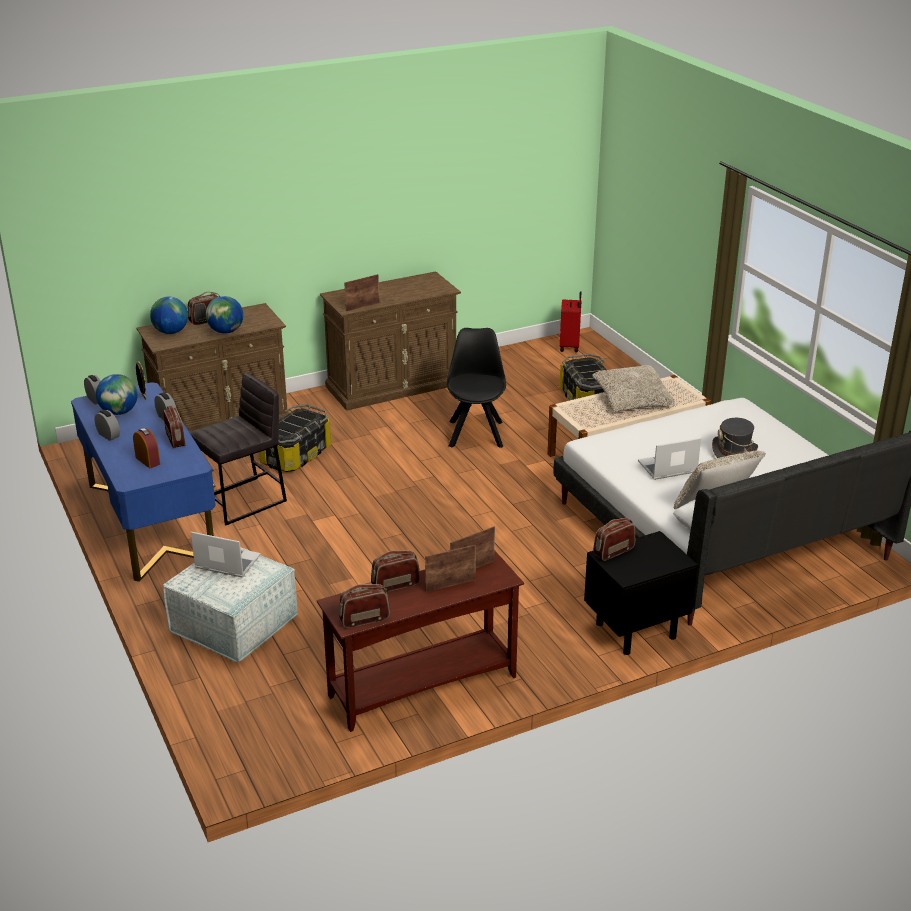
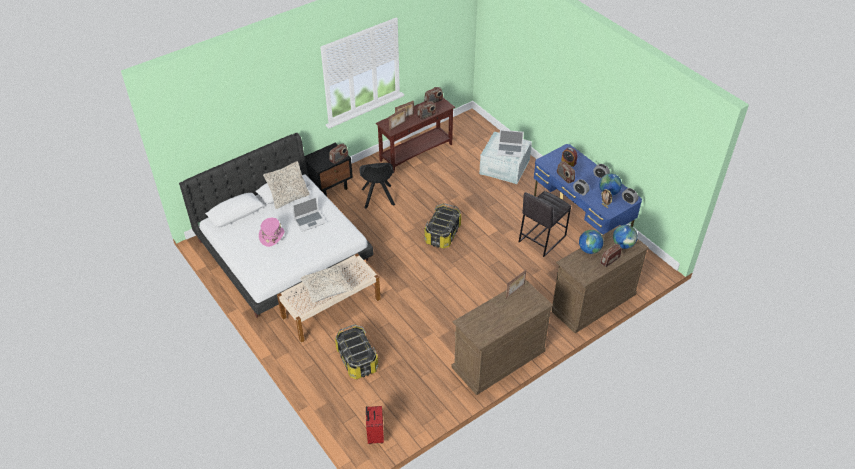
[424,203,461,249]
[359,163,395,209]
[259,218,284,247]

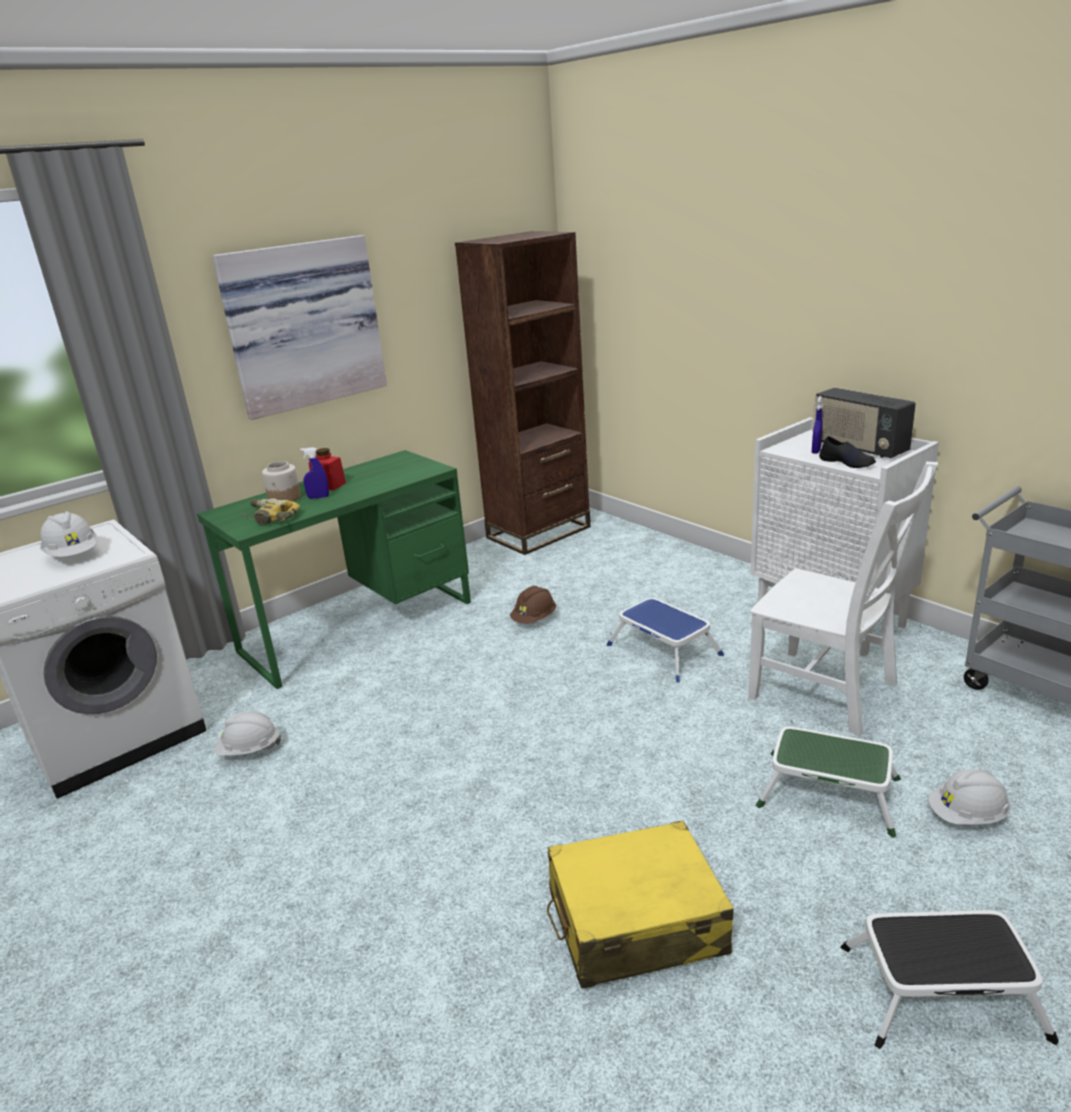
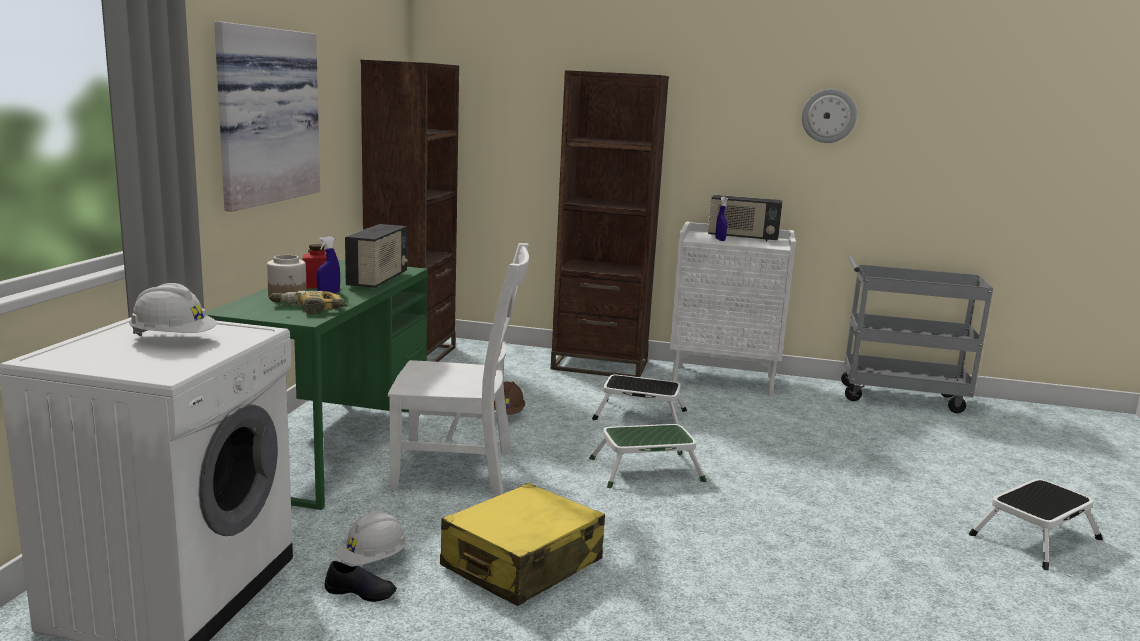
[440,483,605,606]
[592,375,687,424]
[388,243,529,495]
[589,424,706,488]
[324,561,397,602]
[929,769,1011,825] (first image)
[345,224,408,288]
[551,70,669,377]
[802,89,857,143]

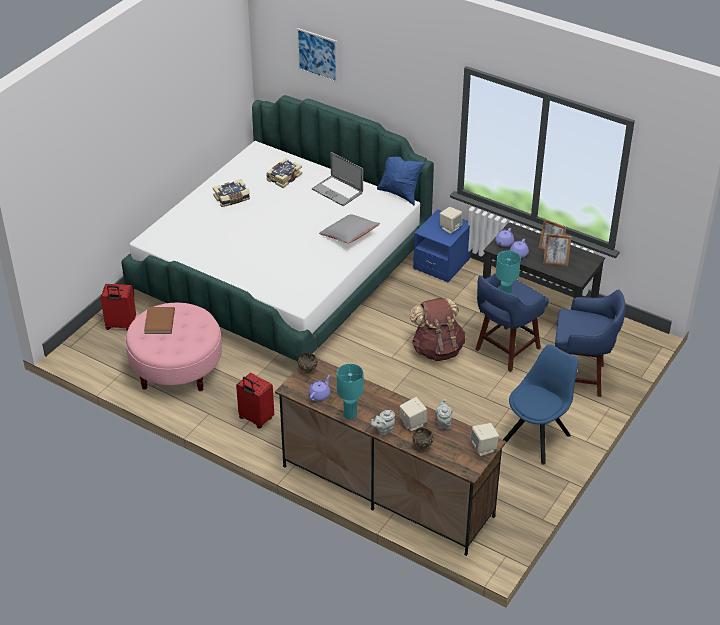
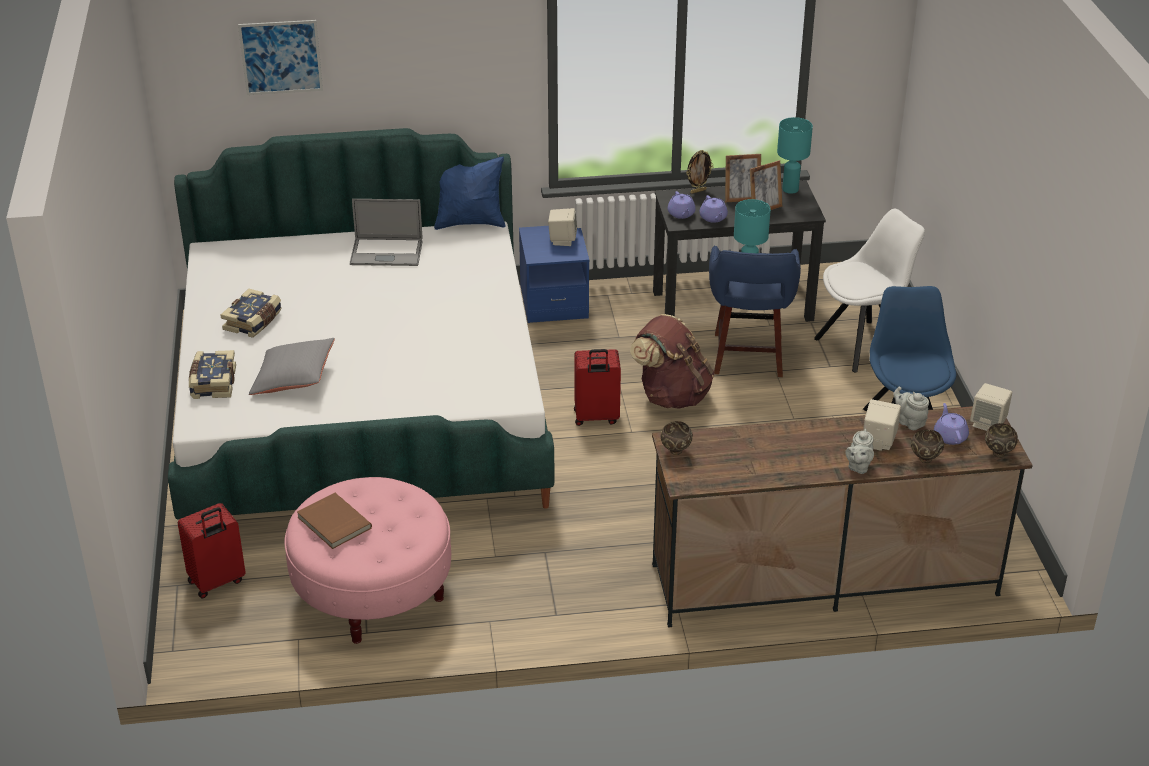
[574,349,621,426]
[189,350,236,399]
[934,403,969,445]
[249,338,335,395]
[777,117,813,194]
[814,209,925,372]
[686,150,713,194]
[985,423,1018,458]

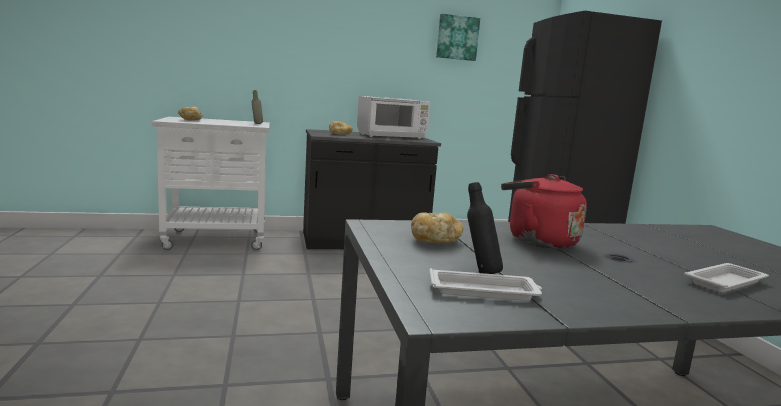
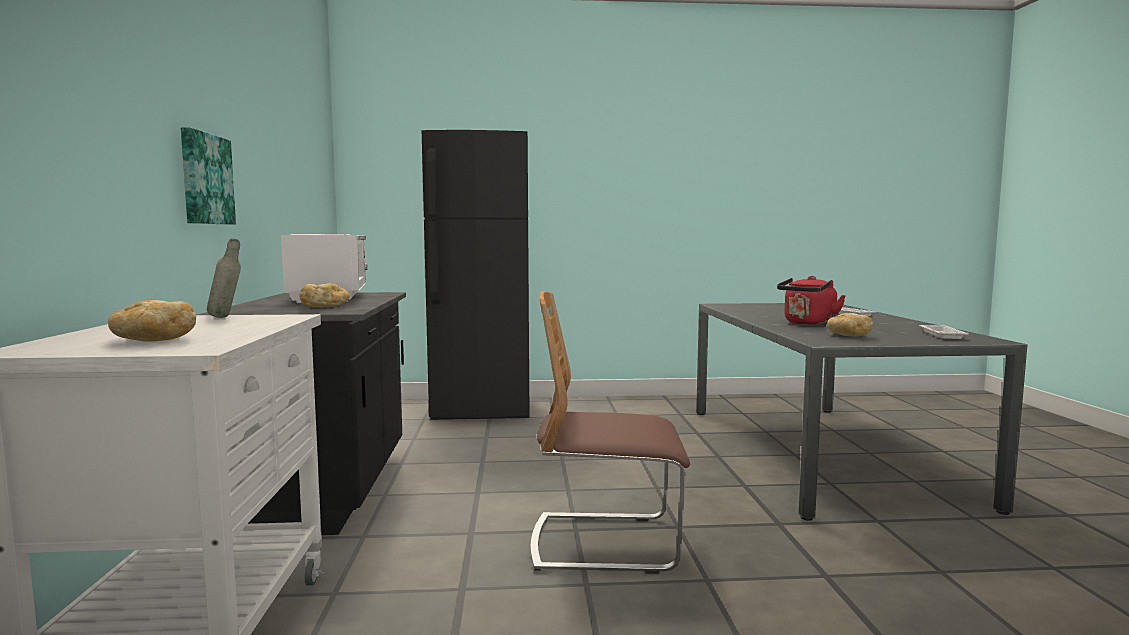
[181,127,236,225]
[467,182,503,274] (first image)
[530,291,690,574]

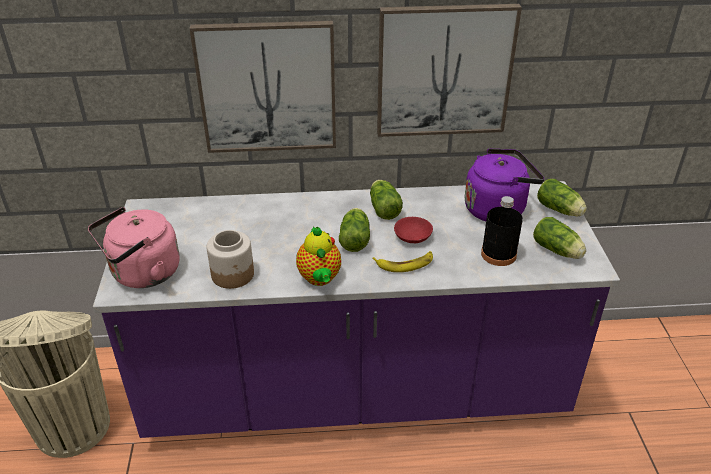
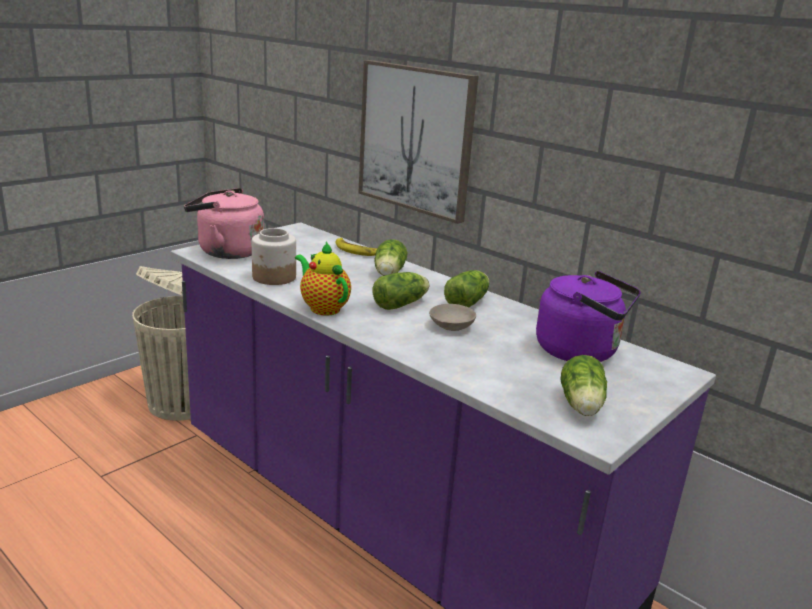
[295,242,351,316]
[335,238,377,256]
[377,4,522,137] (first image)
[429,304,476,331]
[481,196,523,266] (first image)
[374,239,408,276]

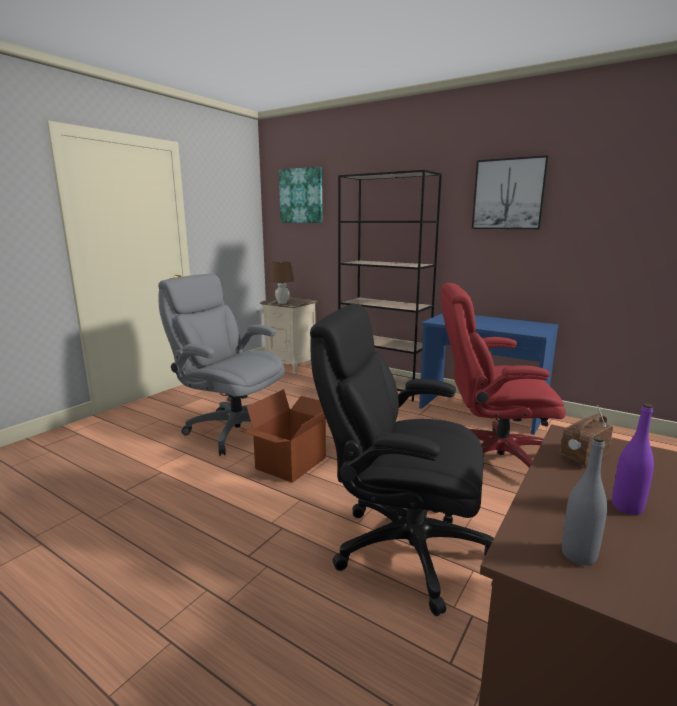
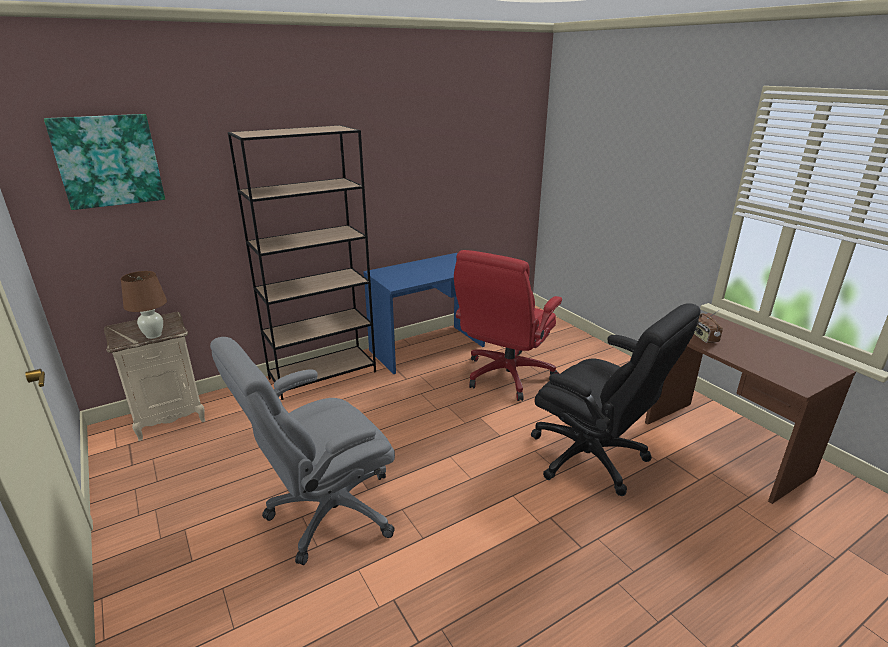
[239,389,326,483] (first image)
[531,303,701,496]
[472,155,549,229] (first image)
[562,436,607,565] (first image)
[612,404,654,515] (first image)

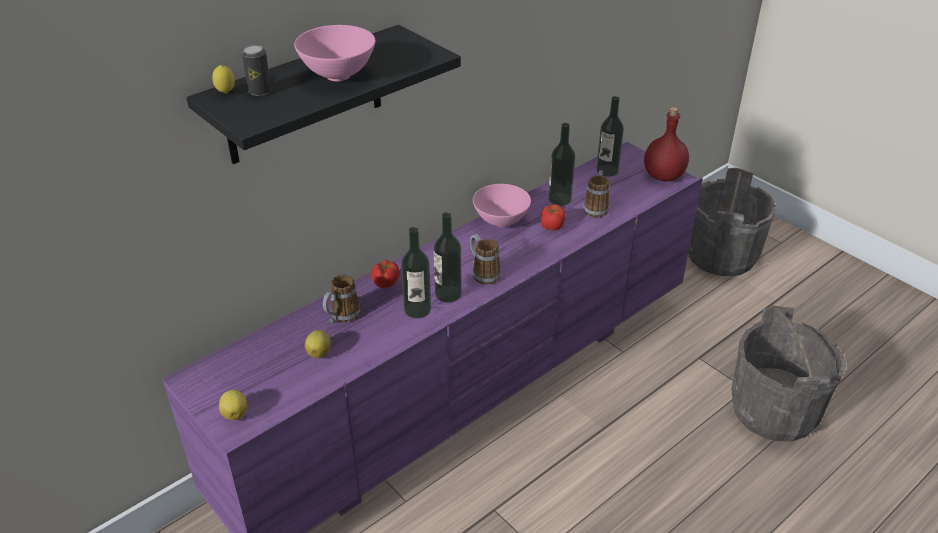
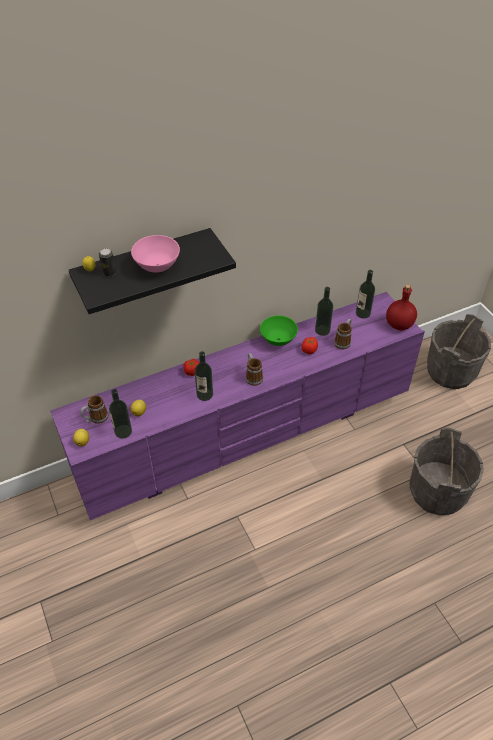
[80,395,109,424]
[109,389,132,439]
[260,315,298,346]

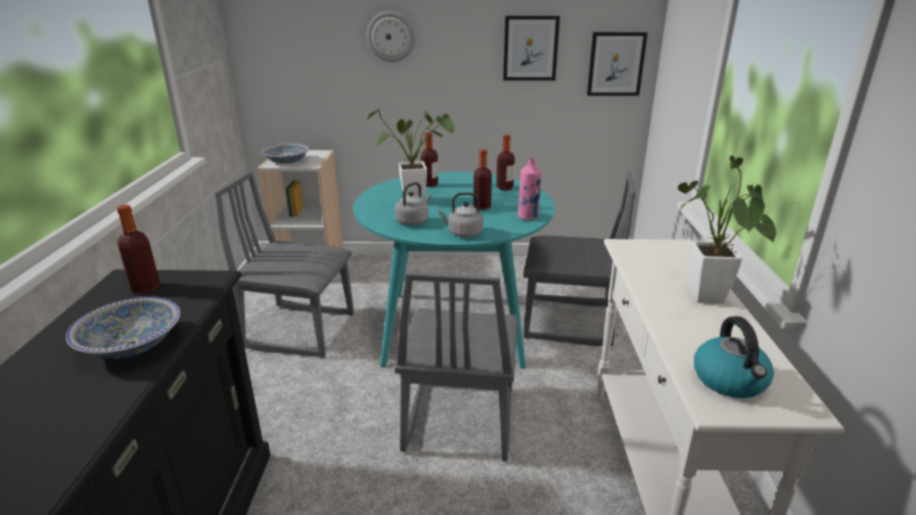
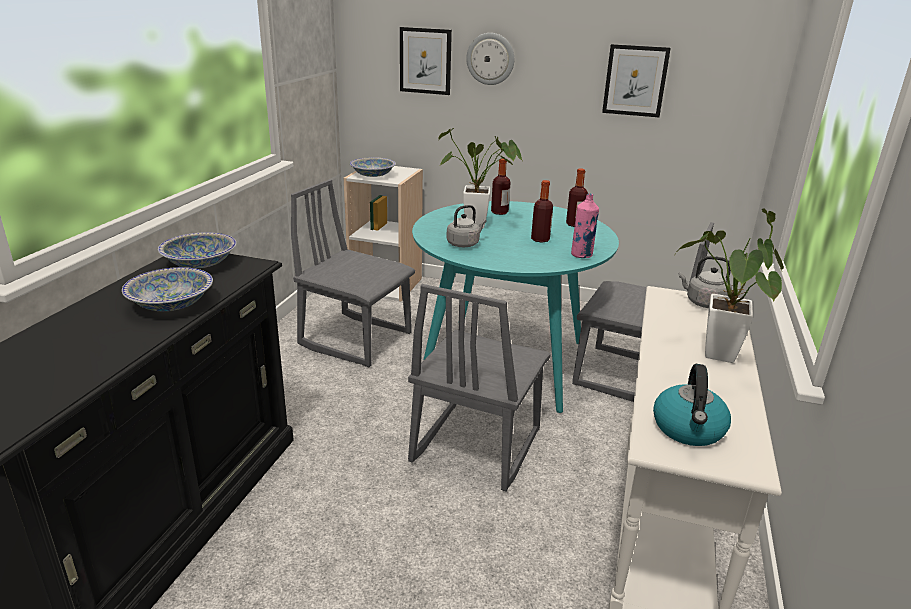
[158,232,237,268]
[678,256,732,308]
[400,27,452,95]

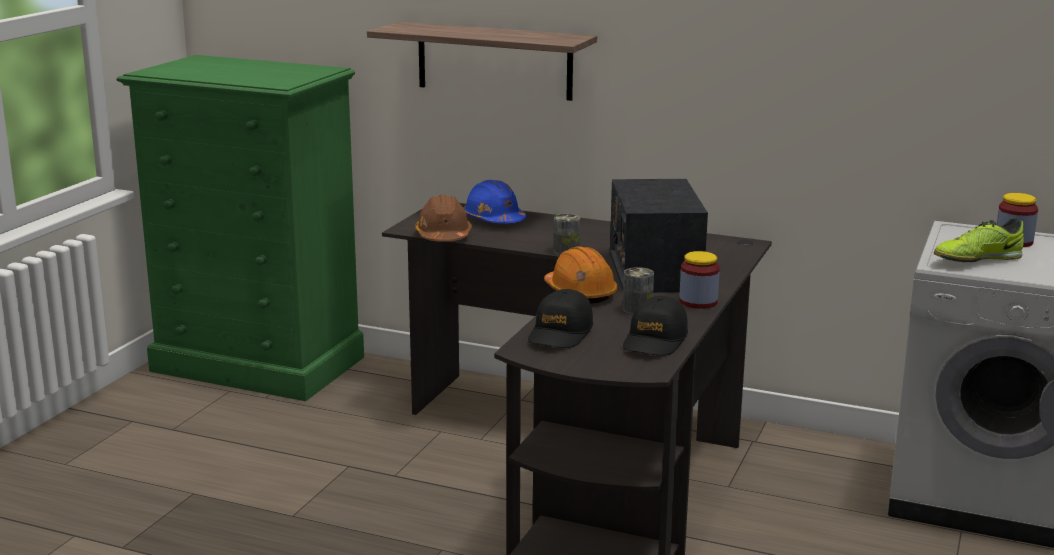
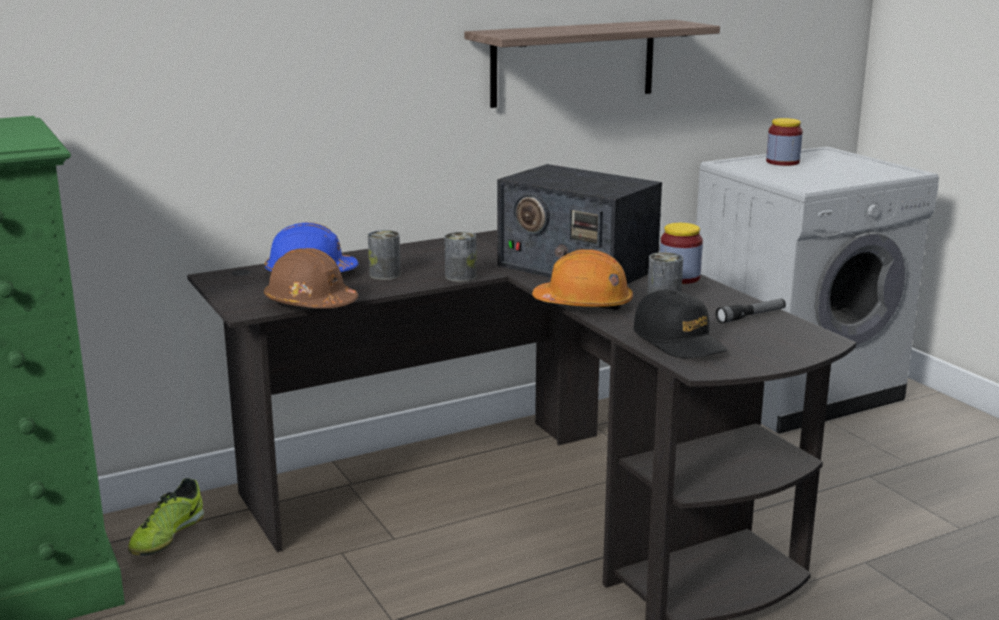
[464,20,720,108]
[715,299,786,324]
[128,478,204,555]
[368,230,401,280]

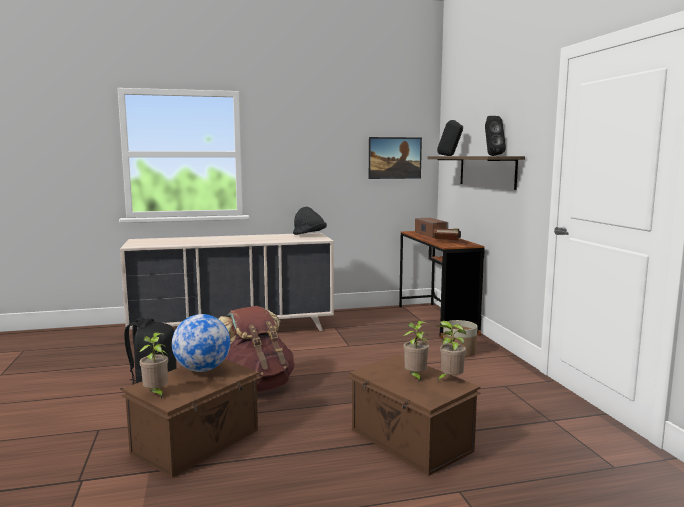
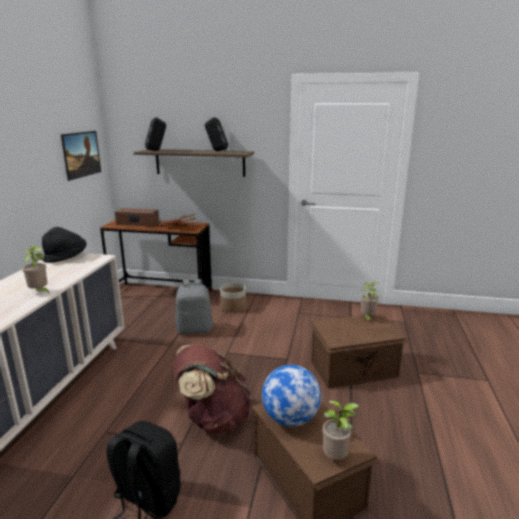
[22,246,49,293]
[175,279,213,334]

